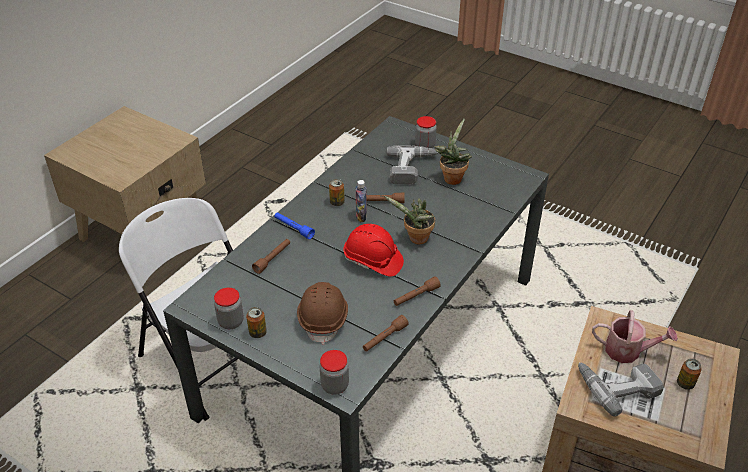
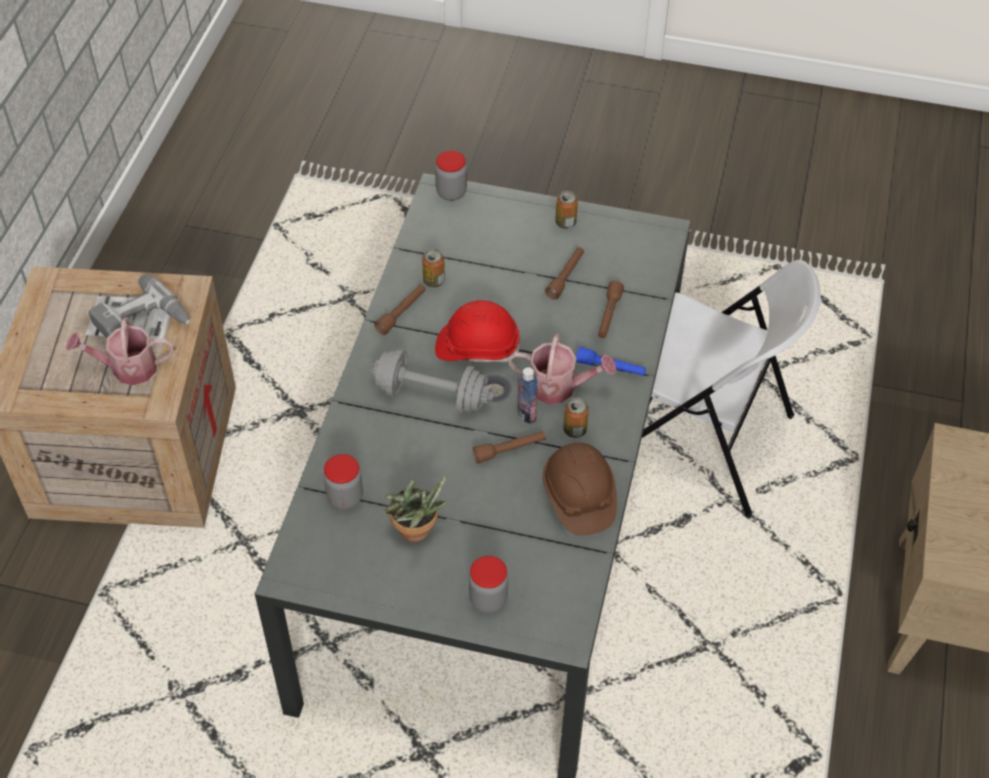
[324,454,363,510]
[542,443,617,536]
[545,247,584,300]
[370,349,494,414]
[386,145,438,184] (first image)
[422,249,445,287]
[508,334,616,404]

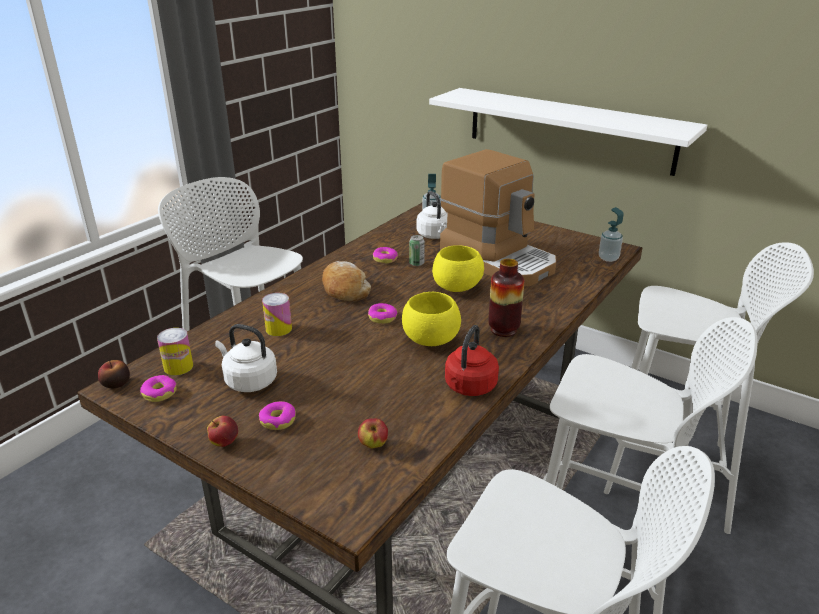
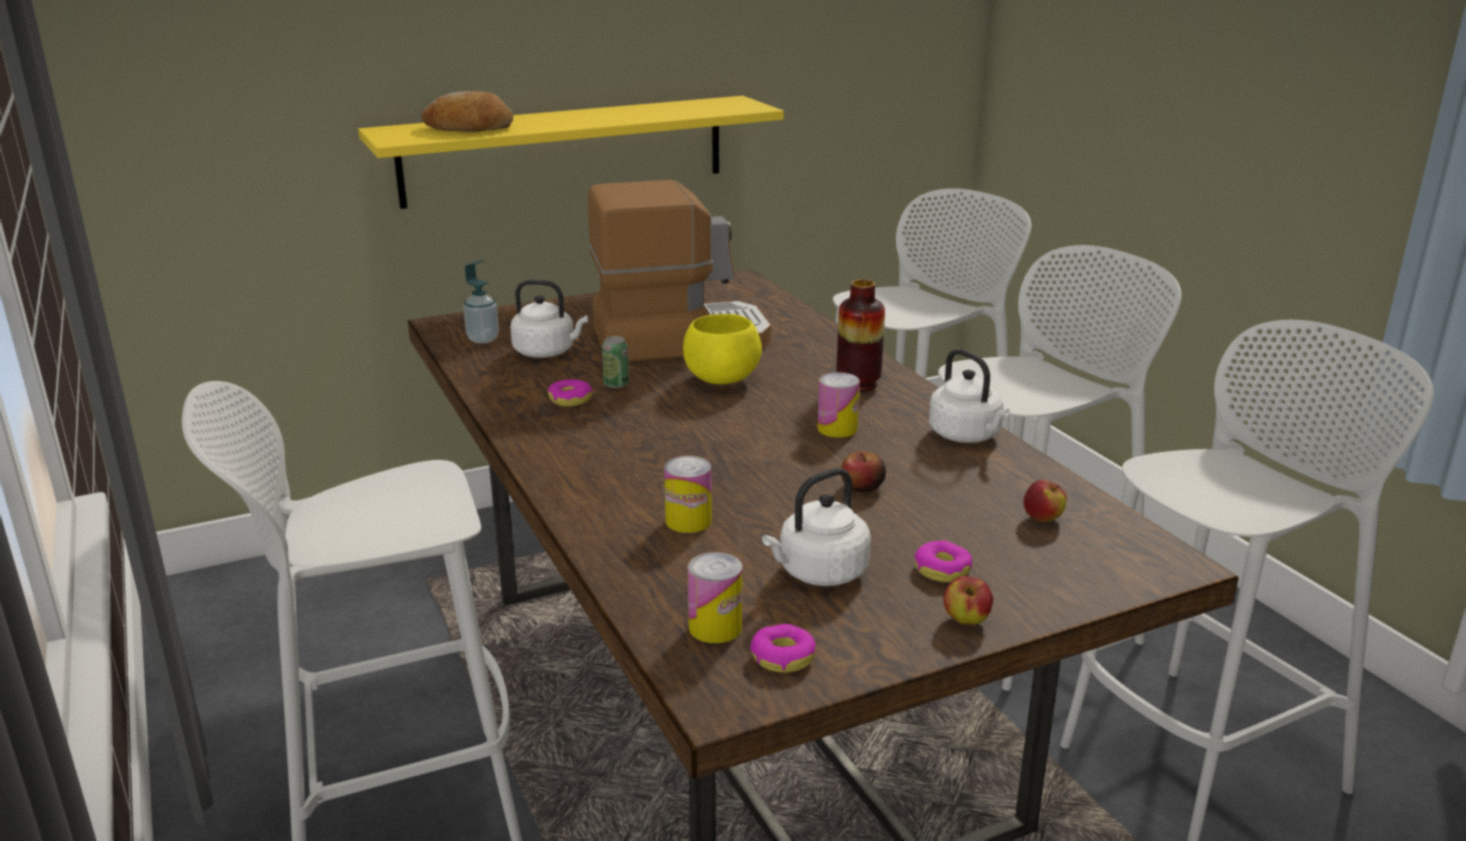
[841,451,886,492]
[421,91,513,132]
[368,303,398,324] (first image)
[818,372,860,438]
[358,96,784,209]
[929,349,1010,443]
[599,207,624,262] (first image)

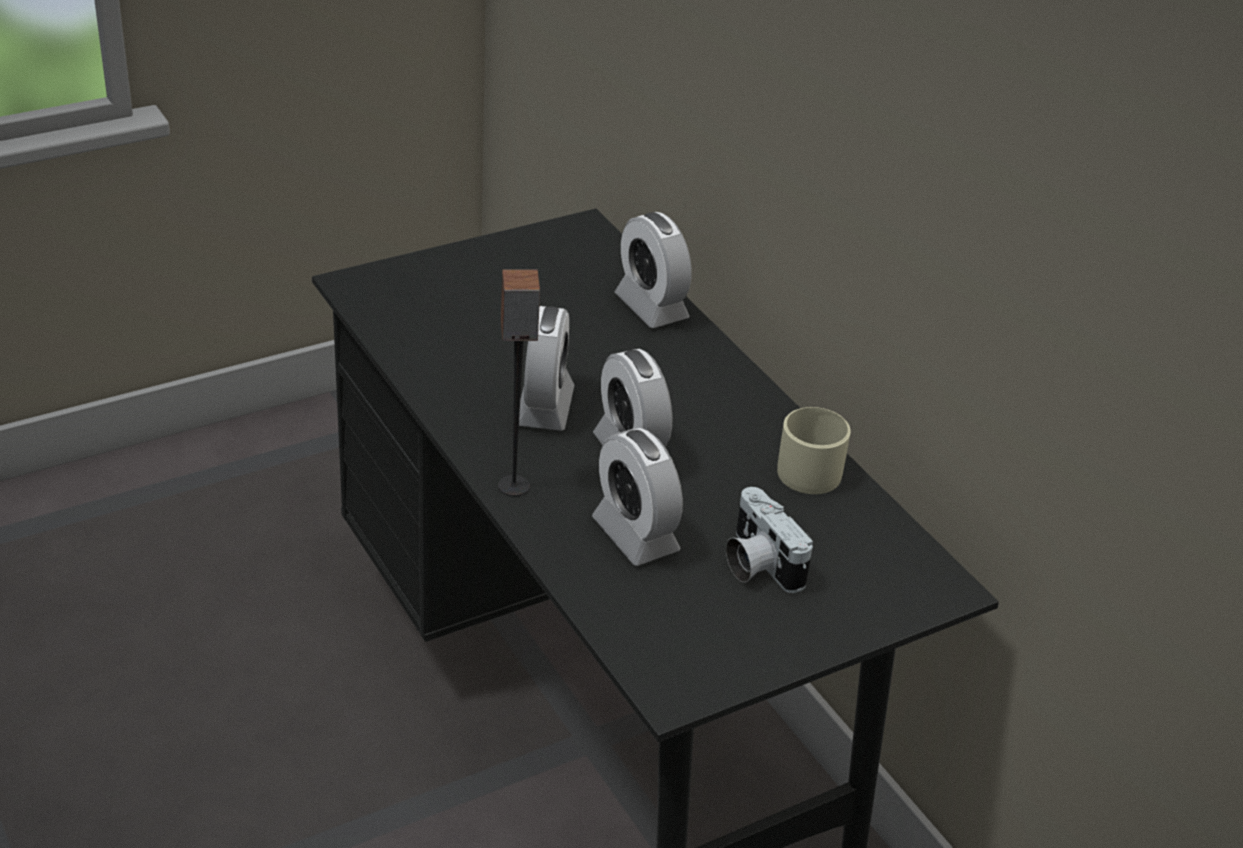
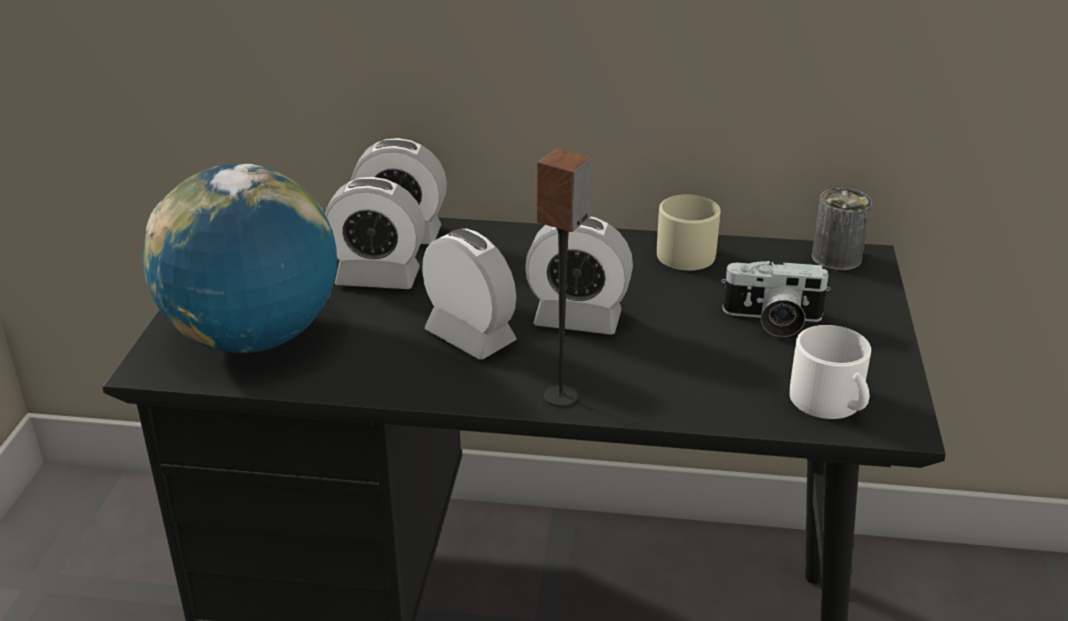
[325,177,425,289]
[142,164,337,353]
[790,325,871,419]
[812,188,872,270]

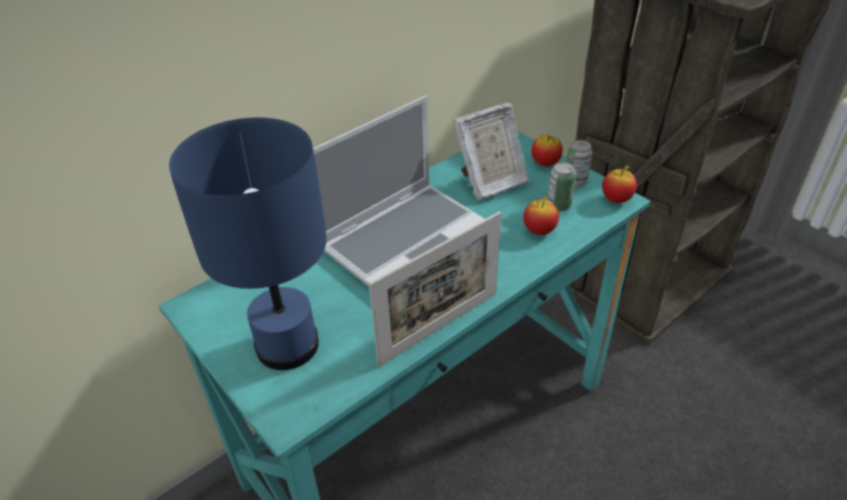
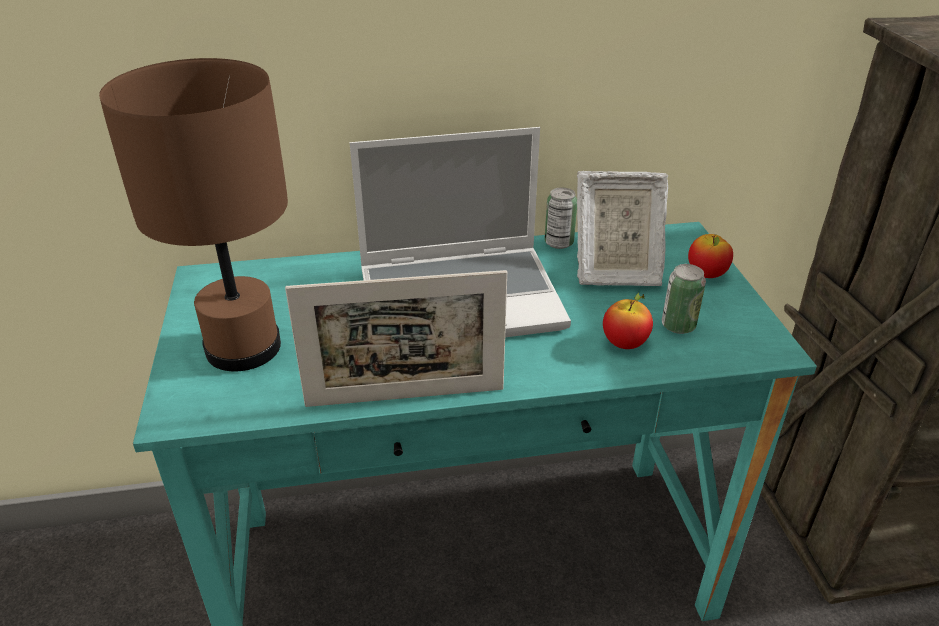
[99,58,288,371]
[545,188,577,249]
[602,164,637,203] (first image)

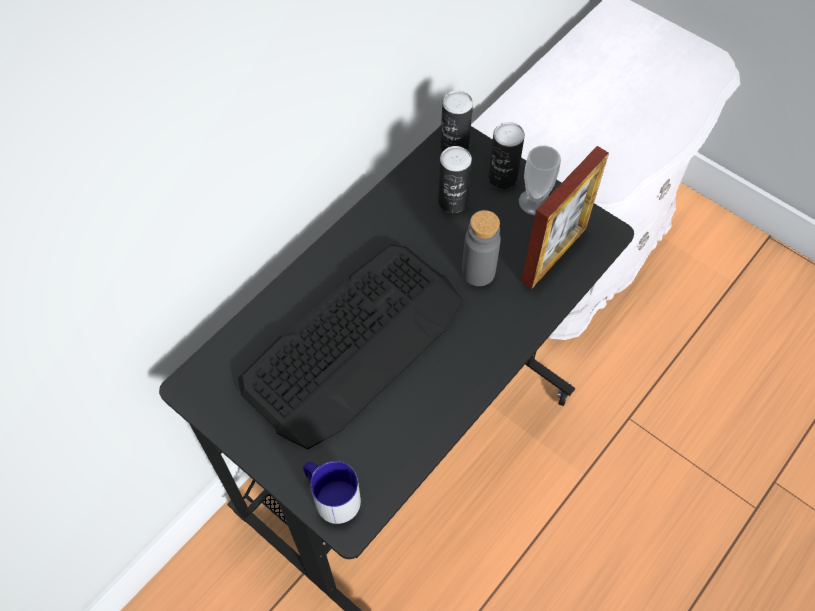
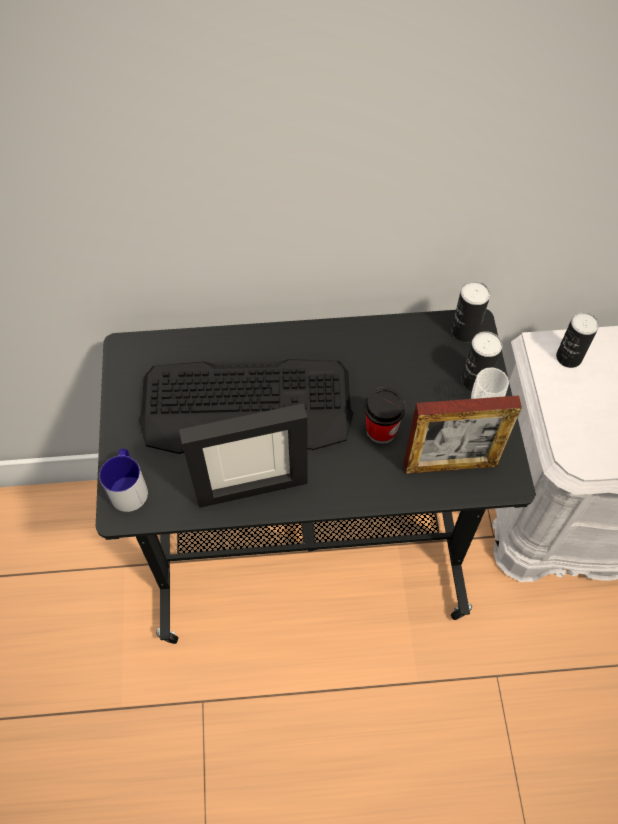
[556,312,599,368]
[364,387,405,444]
[179,403,308,508]

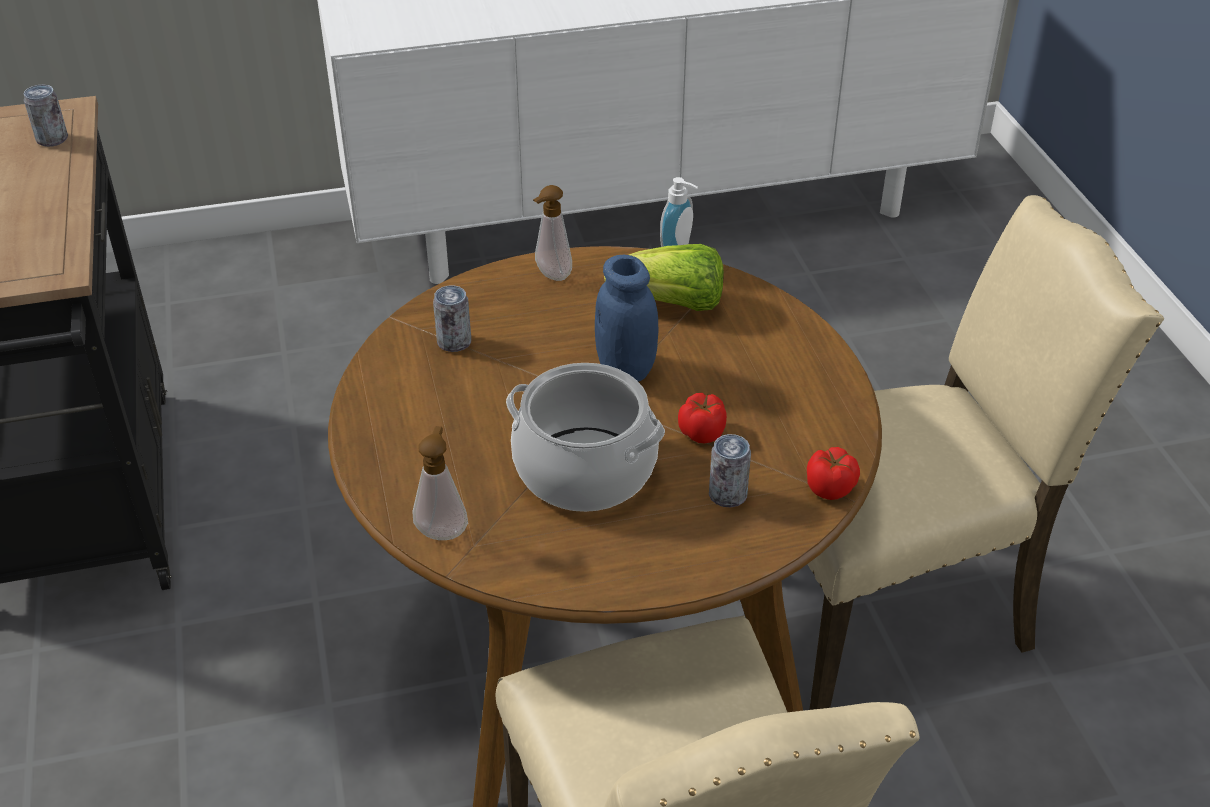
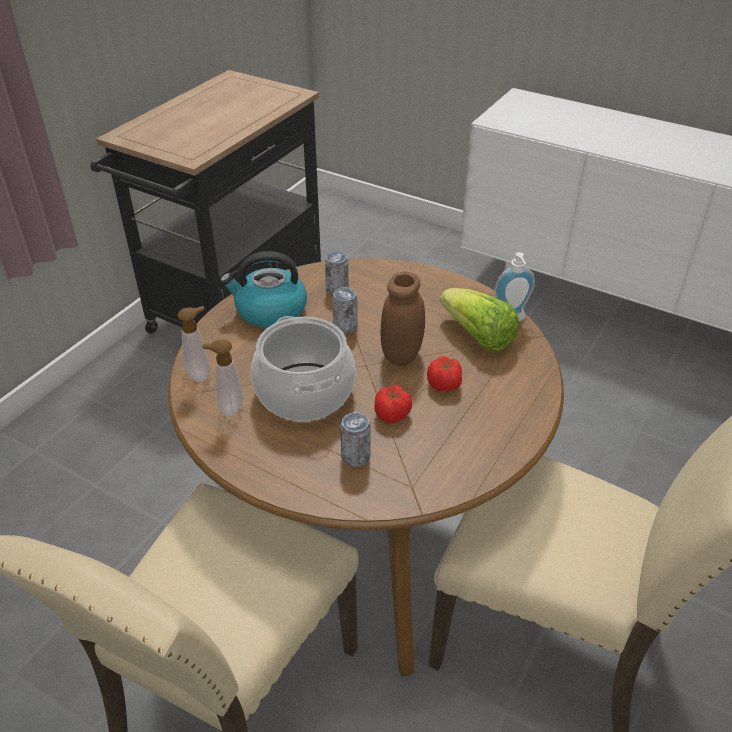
[332,287,358,335]
[202,339,243,417]
[380,272,425,366]
[427,356,462,391]
[220,251,307,328]

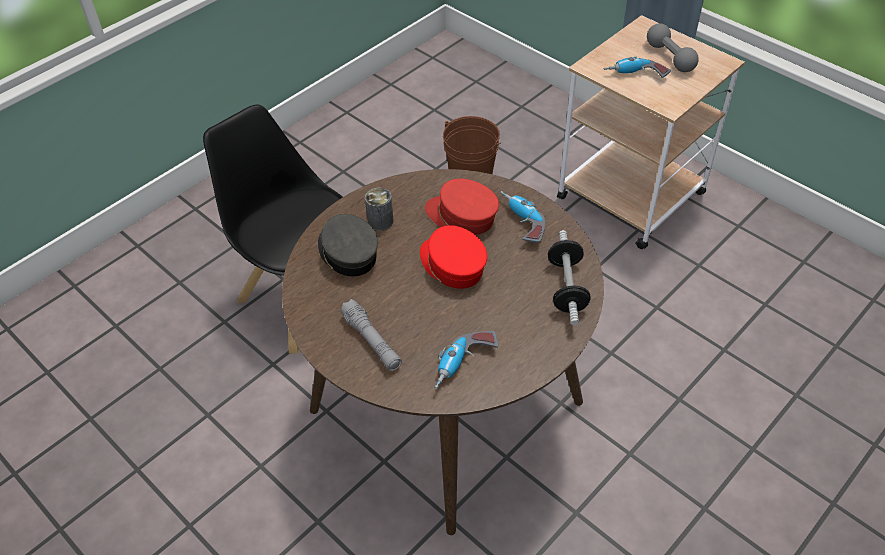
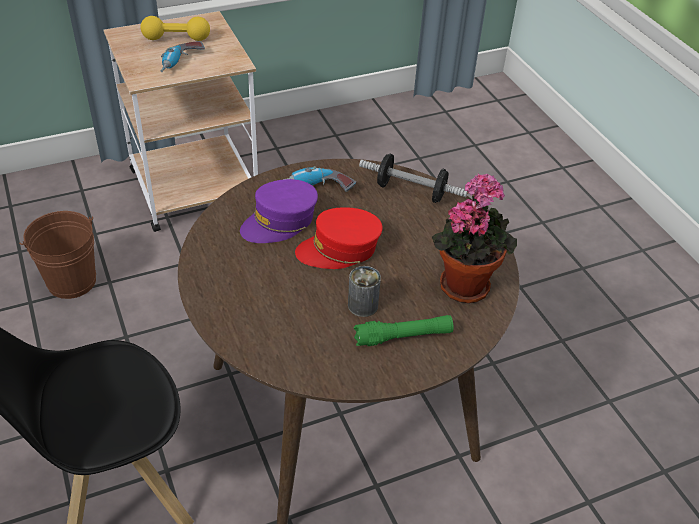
[318,214,378,276] (first image)
[354,315,453,346]
[348,266,381,317]
[240,179,318,243]
[432,174,517,303]
[140,16,210,41]

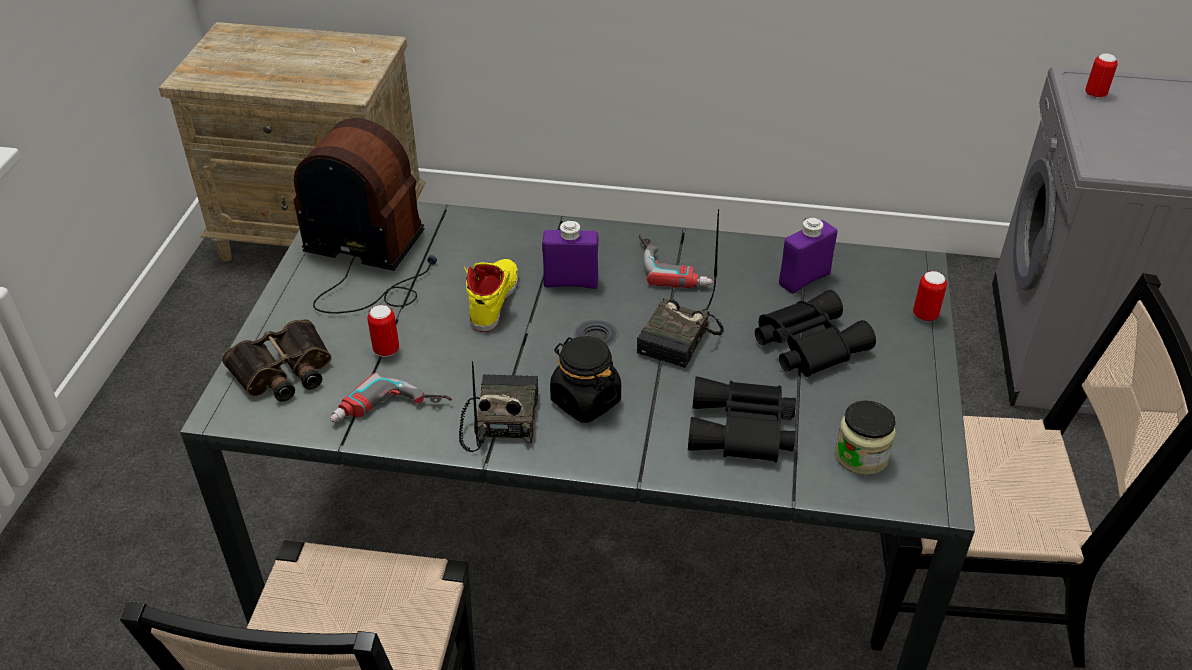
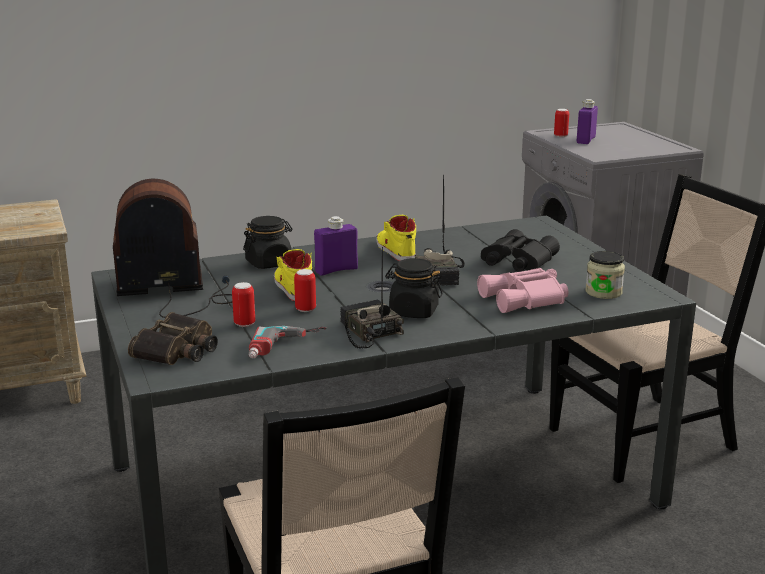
[376,215,416,261]
[477,268,568,313]
[577,99,598,144]
[294,269,316,312]
[243,216,292,269]

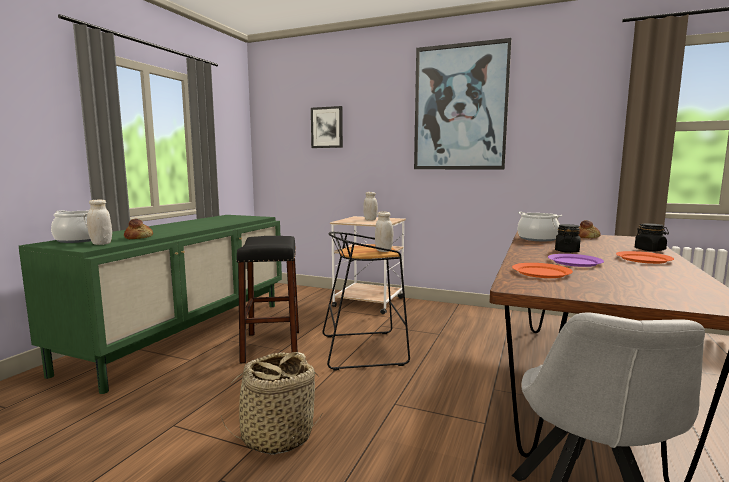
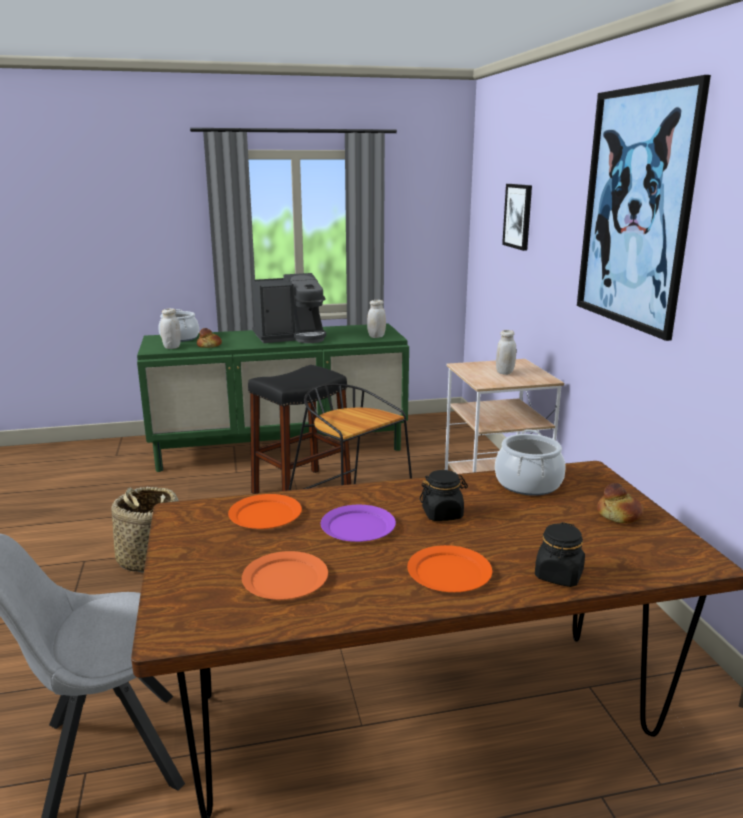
[367,300,386,338]
[242,551,328,600]
[252,273,326,343]

